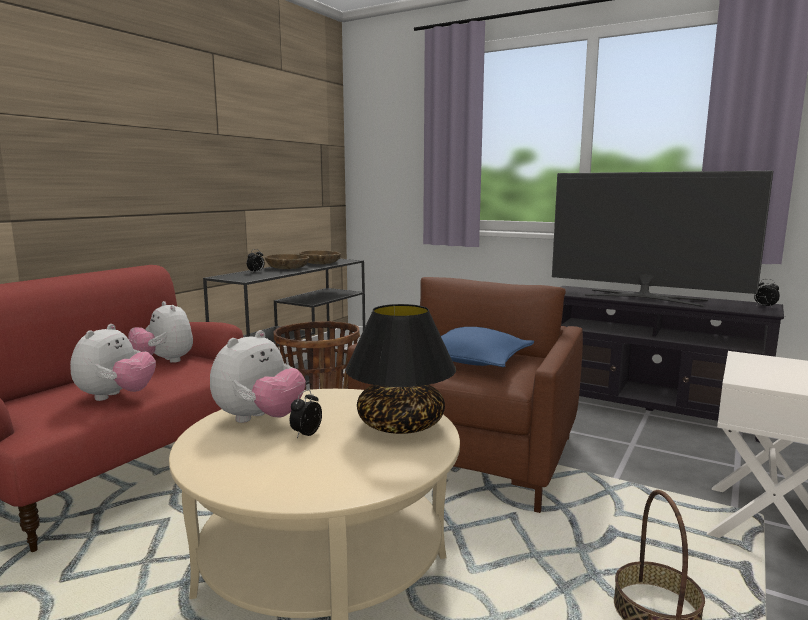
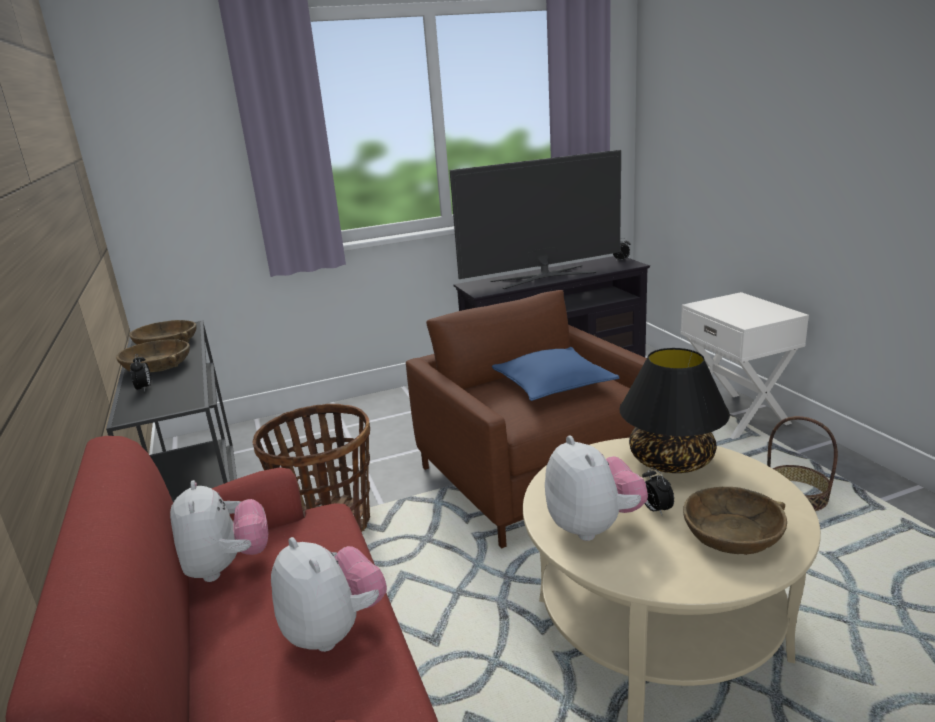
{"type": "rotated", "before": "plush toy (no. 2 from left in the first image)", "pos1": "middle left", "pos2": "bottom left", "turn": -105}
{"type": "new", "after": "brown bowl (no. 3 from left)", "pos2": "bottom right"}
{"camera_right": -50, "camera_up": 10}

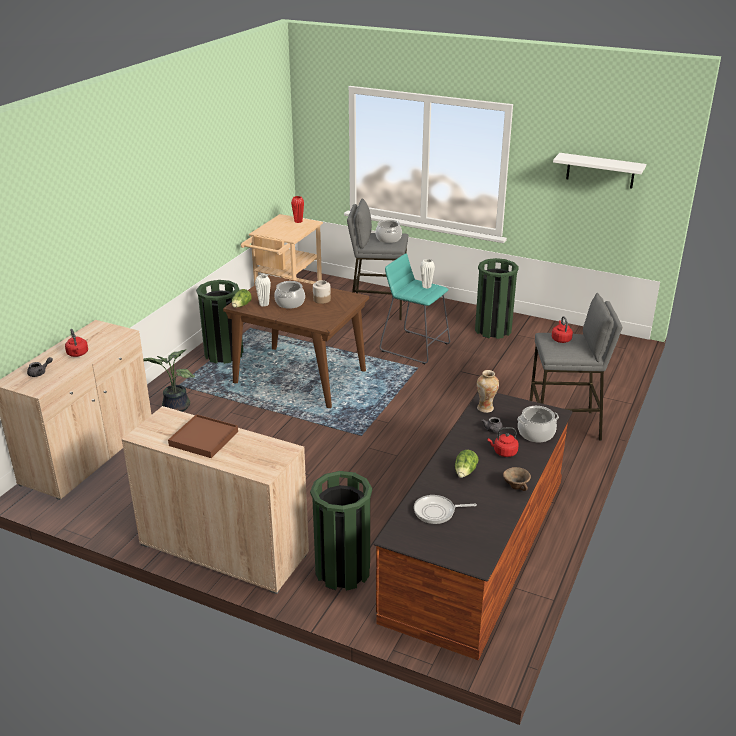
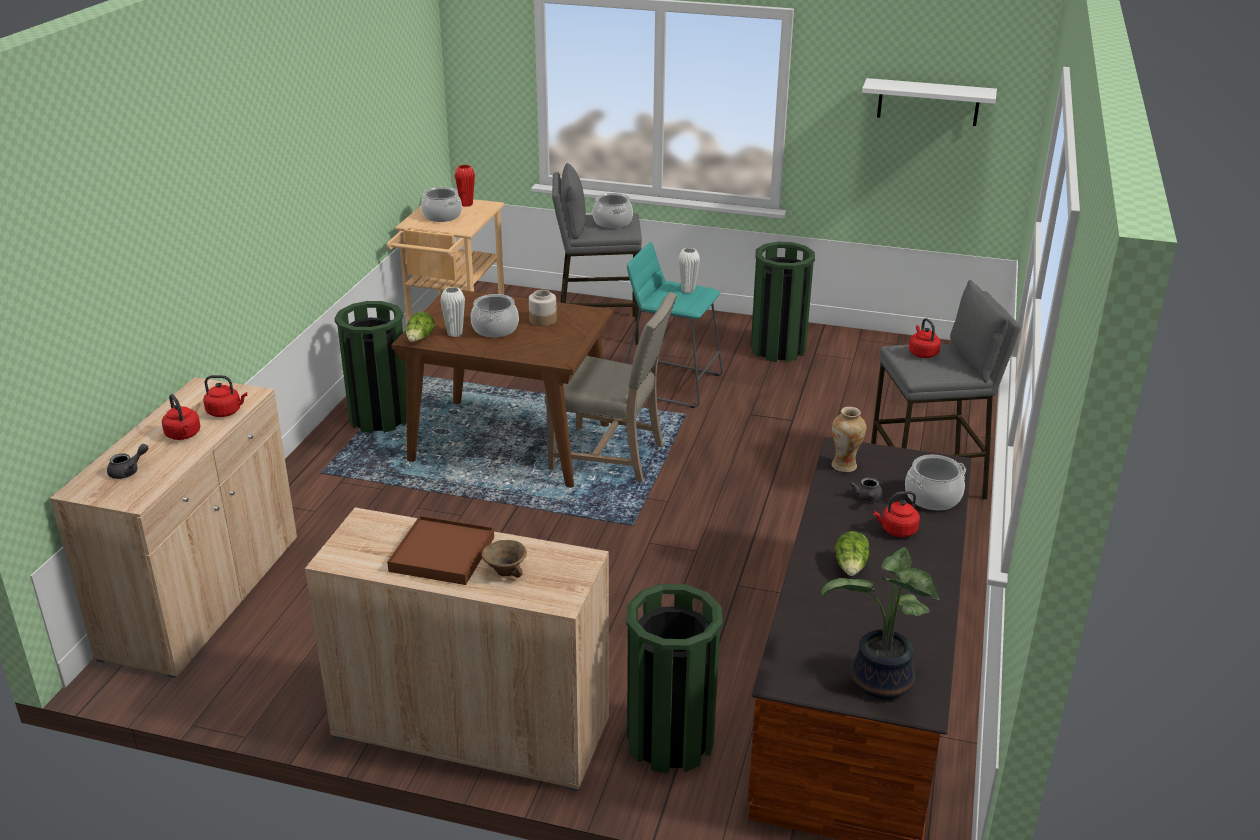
{"type": "new", "after": "red kettle (no. 2 from left)", "pos2": "middle left"}
{"type": "new", "after": "cooking pot (no. 1 from left)", "pos2": "top centre"}
{"type": "shifted", "before": "brown bowl", "pos1": "middle right", "pos2": "centre"}
{"type": "new", "after": "beige chair", "pos2": "centre"}
{"type": "shifted", "before": "potted plant", "pos1": "middle left", "pos2": "bottom right"}
{"type": "gone", "before": "frying pan", "pos1": "bottom centre"}
{"camera_right": -10, "camera_up": 0}

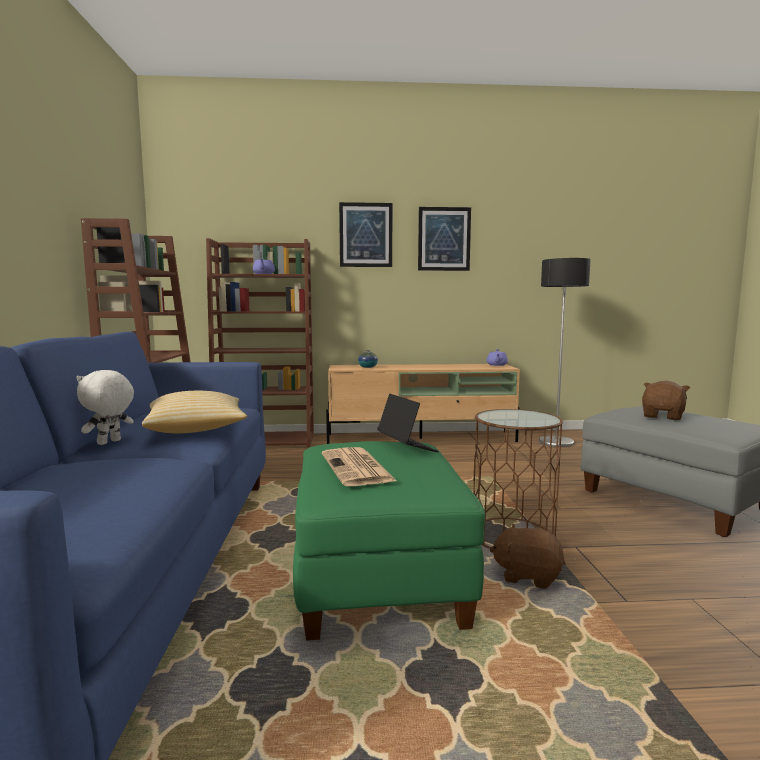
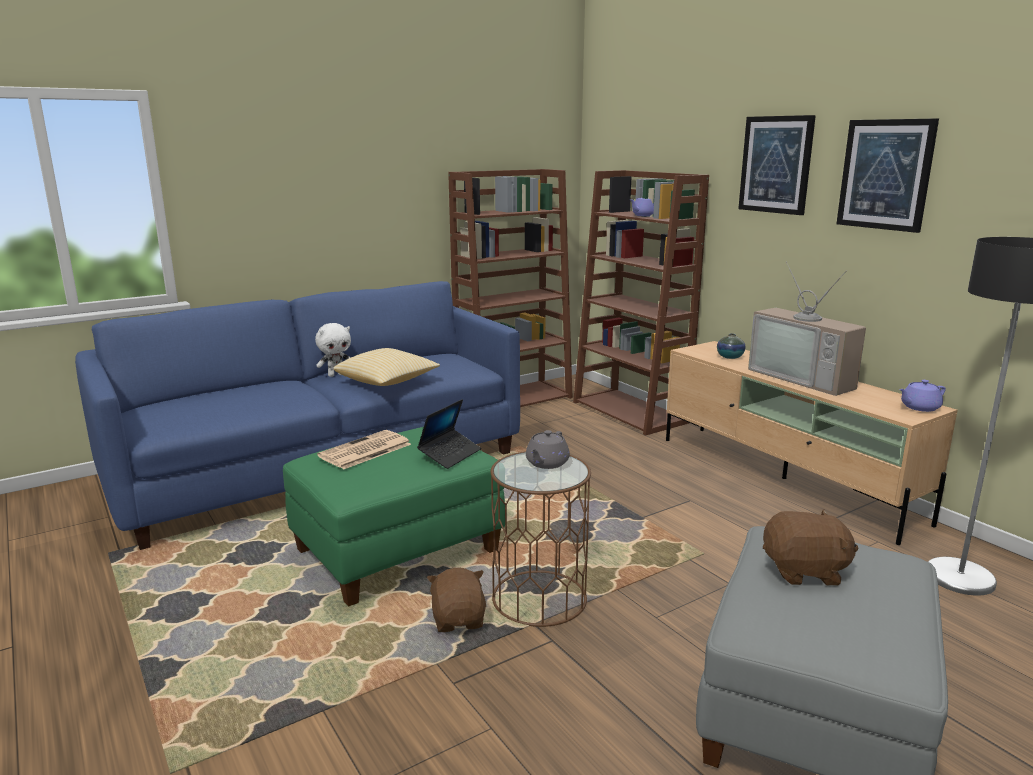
{"type": "rotated", "before": "white plush toy", "pos1": "middle left", "pos2": "middle left", "turn": 150}
{"type": "new", "after": "grey teapot", "pos2": "centre"}
{"type": "new", "after": "television", "pos2": "middle right"}
{"camera_right": 60, "camera_up": 10}

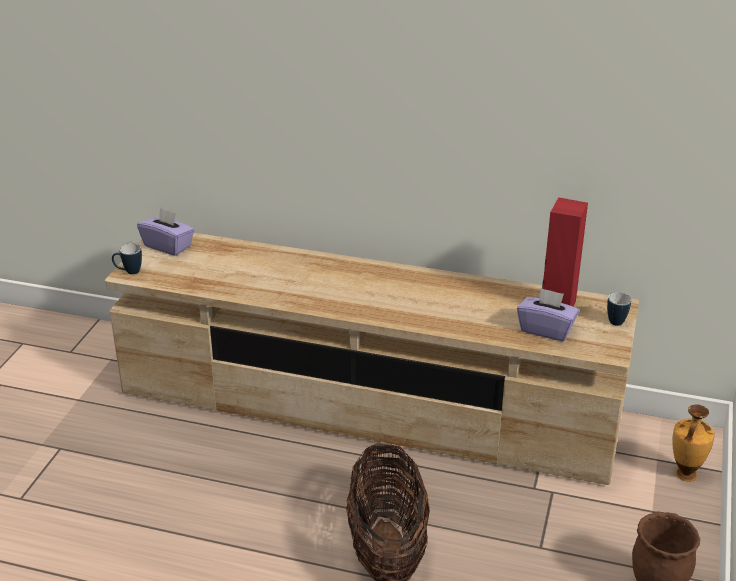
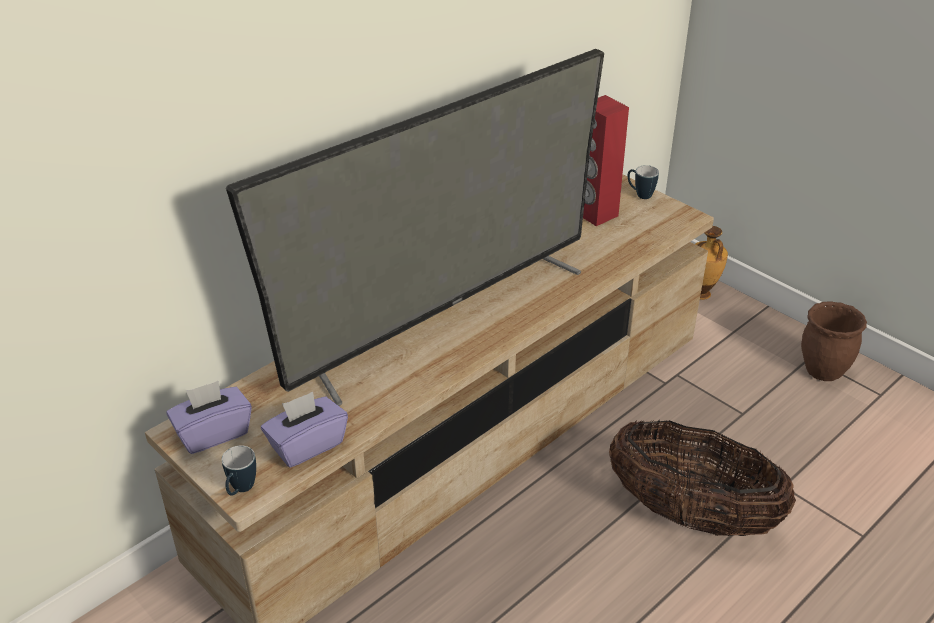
{"type": "new", "after": "television", "pos2": "centre"}
{"type": "shifted", "before": "purple tissue box (no. 2 from left)", "pos1": "middle right", "pos2": "bottom left"}
{"camera_right": -60, "camera_up": 5}

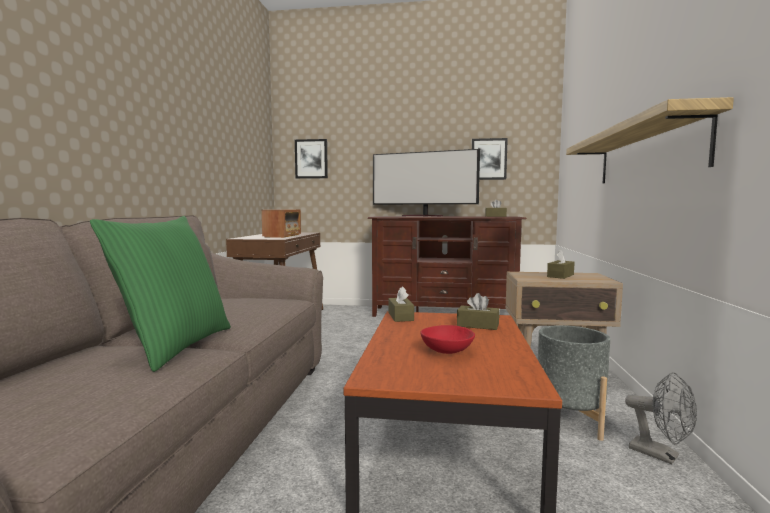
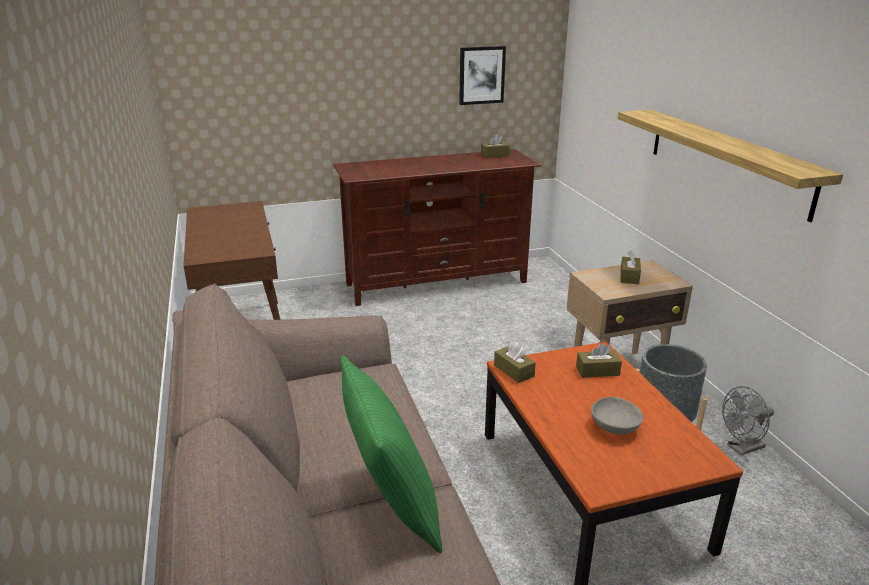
{"type": "repainted", "before": "red bowl", "after": "grey bowl", "pos1": "centre", "pos2": "bottom right"}
{"type": "rotated", "before": "grey fan", "pos1": "bottom right", "pos2": "bottom right", "turn": 135}
{"type": "gone", "before": "radio", "pos1": "centre"}
{"type": "gone", "before": "picture (no. 1 from left)", "pos1": "top centre"}
{"type": "gone", "before": "television", "pos1": "centre"}
{"camera_right": -25, "camera_up": 20}

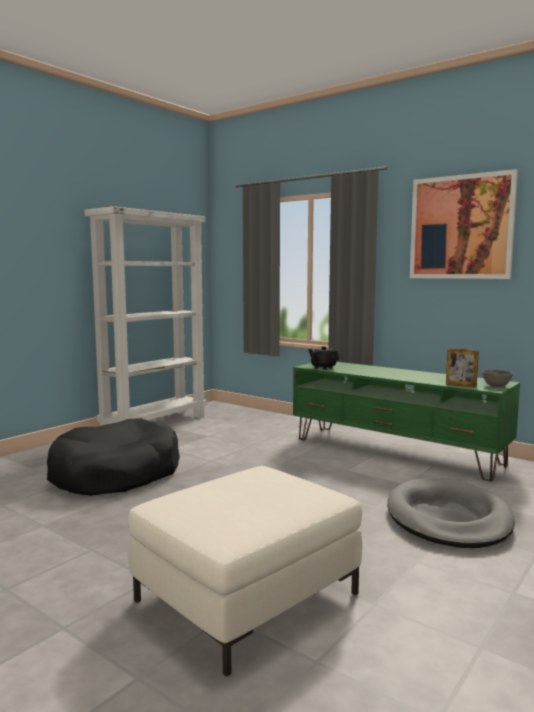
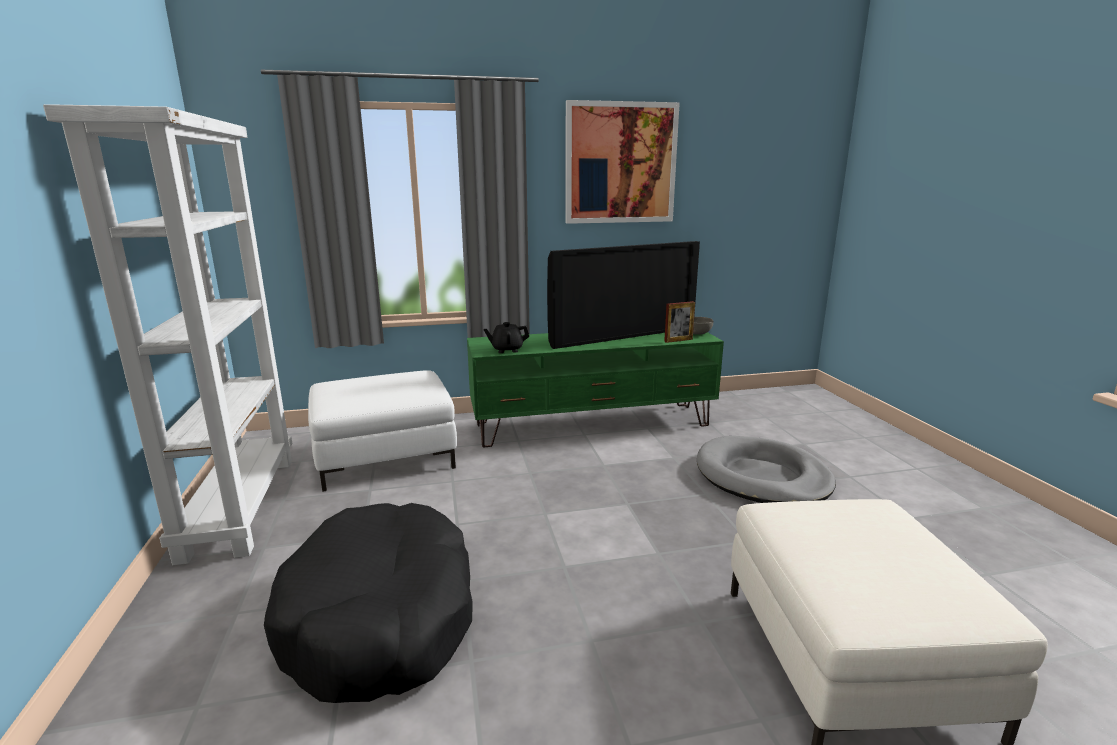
{"type": "new", "after": "white ottoman (no. 1 from left)", "pos2": "centre"}
{"type": "new", "after": "television", "pos2": "centre"}
{"camera_right": -50, "camera_up": 10}

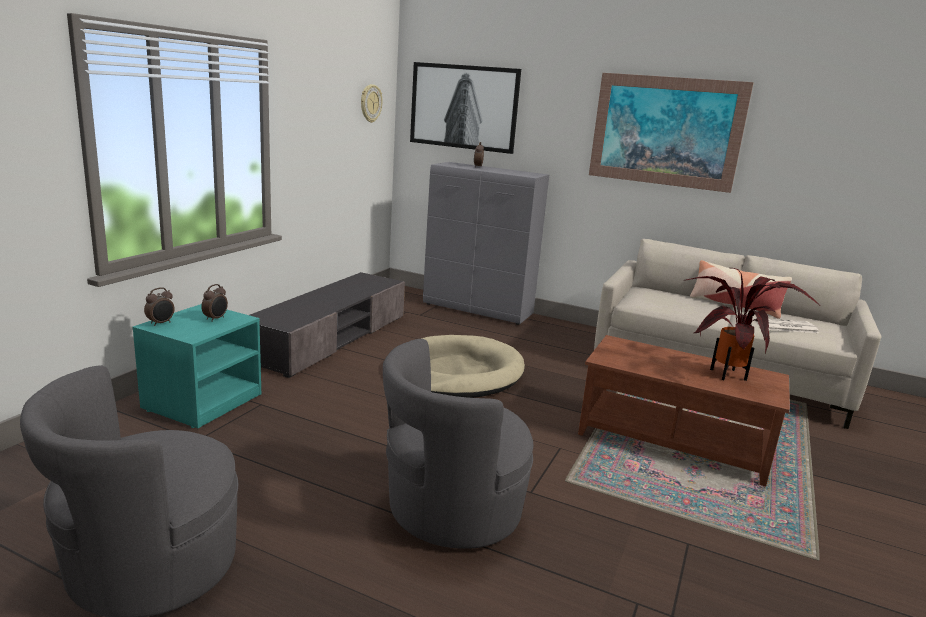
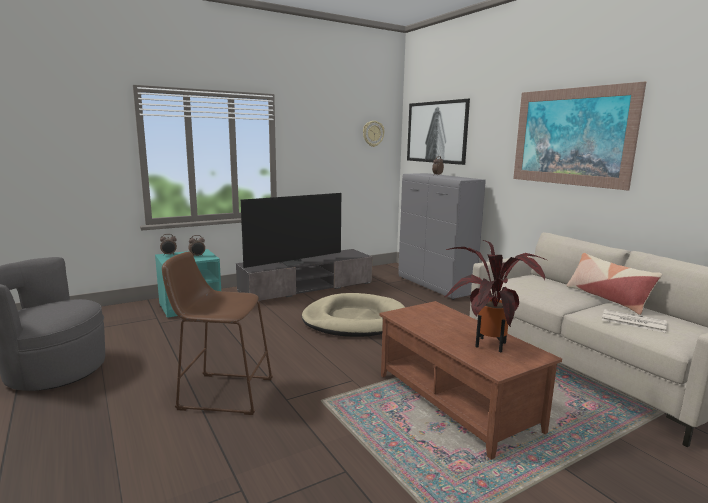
{"type": "swapped", "before": "grey armchair (no. 2 from left)", "after": "brown stool", "pos1": "bottom centre", "pos2": "middle left"}
{"type": "new", "after": "television", "pos2": "centre"}
{"camera_right": 35, "camera_up": -5}

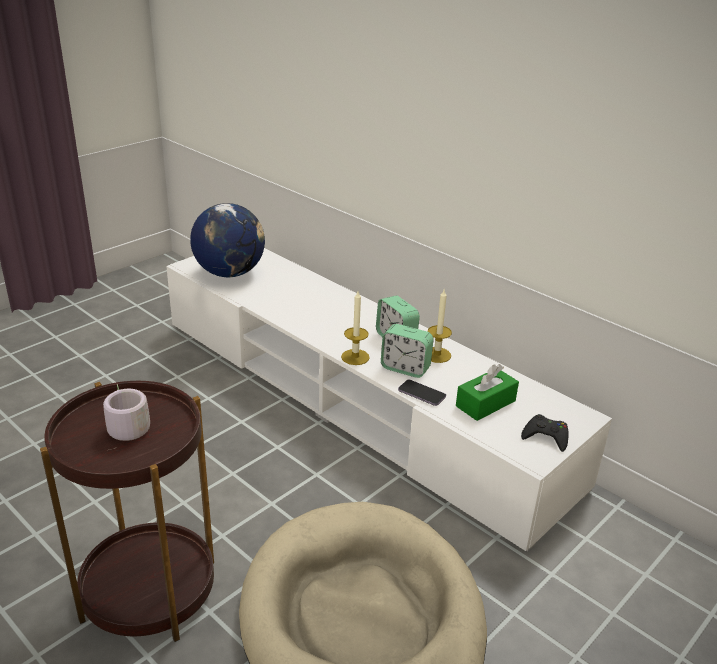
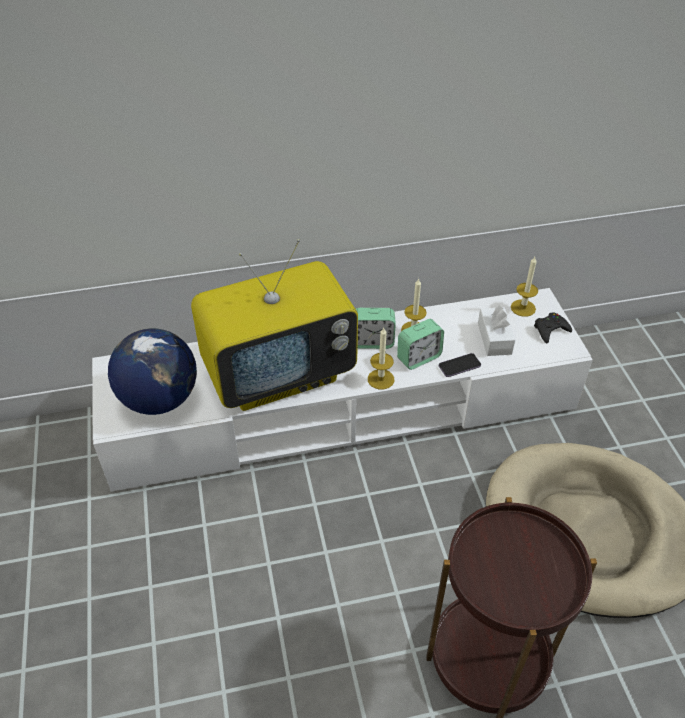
{"type": "new", "after": "television", "pos2": "centre"}
{"type": "repainted", "before": "green tissue box", "after": "white tissue box", "pos1": "middle right", "pos2": "middle right"}
{"type": "new", "after": "candle (no. 3 from left)", "pos2": "middle right"}
{"type": "gone", "before": "grey mug", "pos1": "middle left"}
{"camera_right": -55, "camera_up": 15}

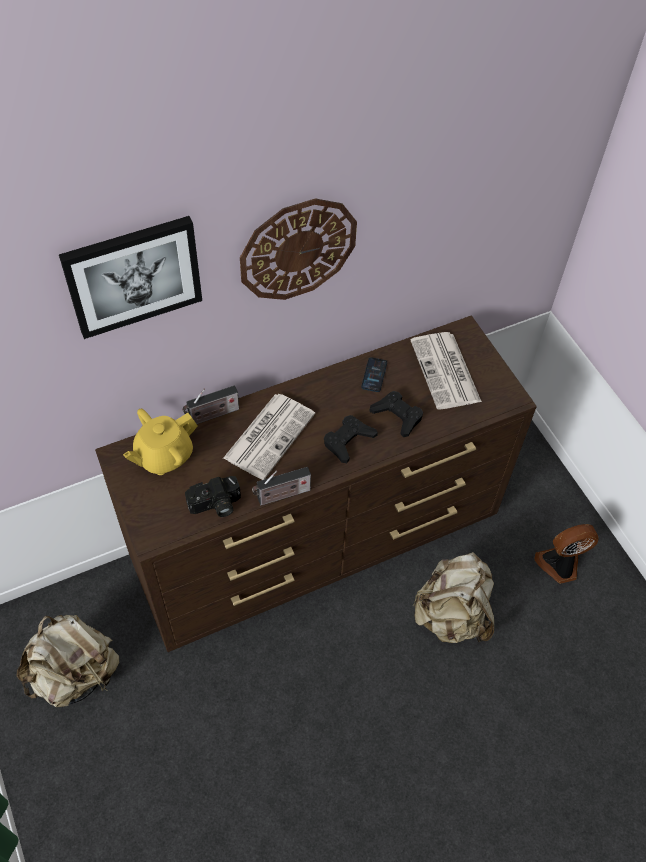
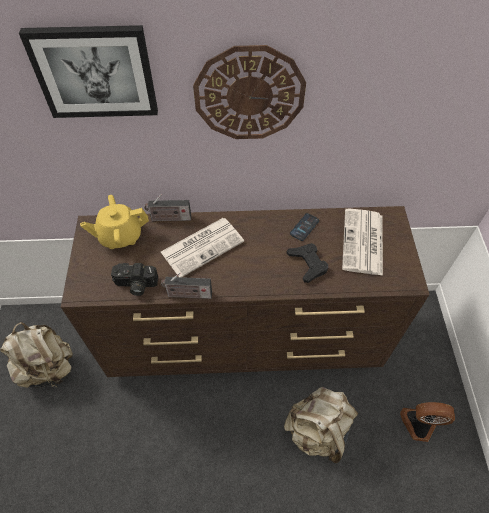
{"type": "gone", "before": "black game controller (no. 1 from left)", "pos1": "centre"}
{"camera_right": 25, "camera_up": 0}

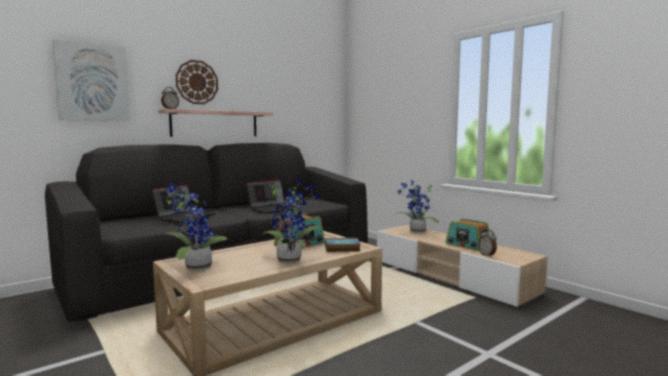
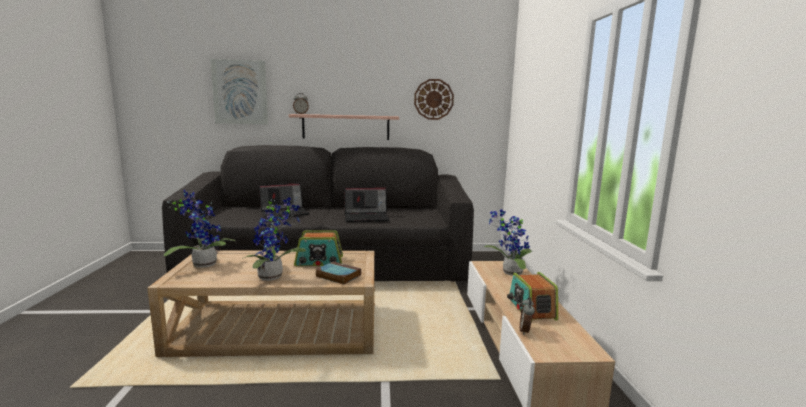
{"type": "shifted", "before": "wall clock", "pos1": "top left", "pos2": "top centre"}
{"camera_right": 35, "camera_up": 5}

